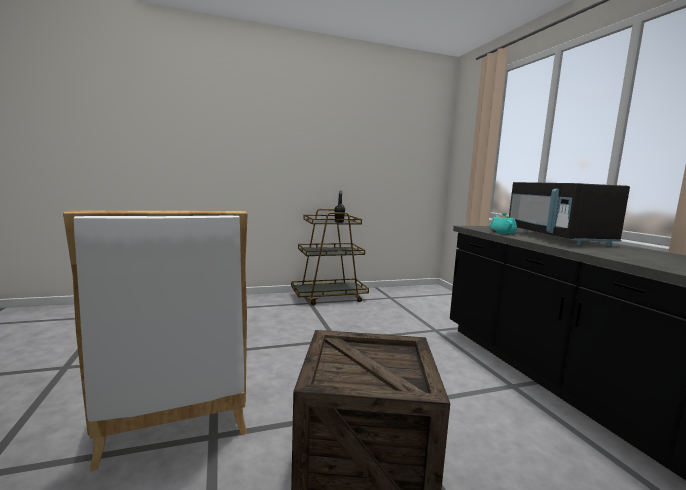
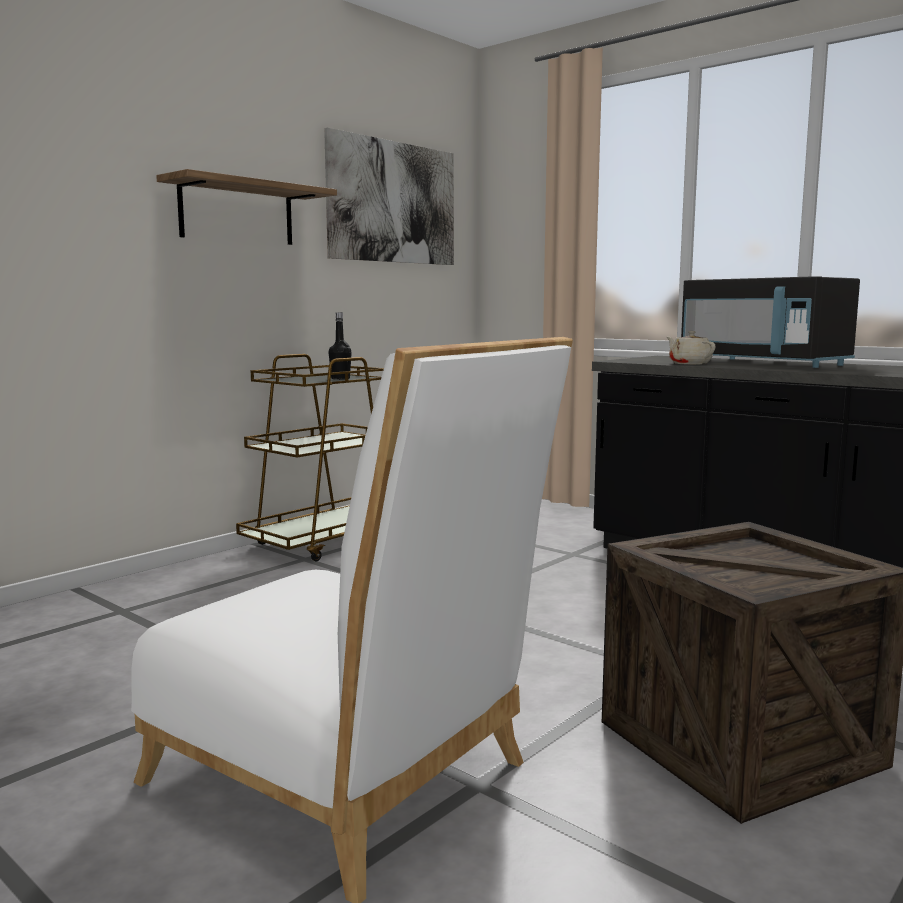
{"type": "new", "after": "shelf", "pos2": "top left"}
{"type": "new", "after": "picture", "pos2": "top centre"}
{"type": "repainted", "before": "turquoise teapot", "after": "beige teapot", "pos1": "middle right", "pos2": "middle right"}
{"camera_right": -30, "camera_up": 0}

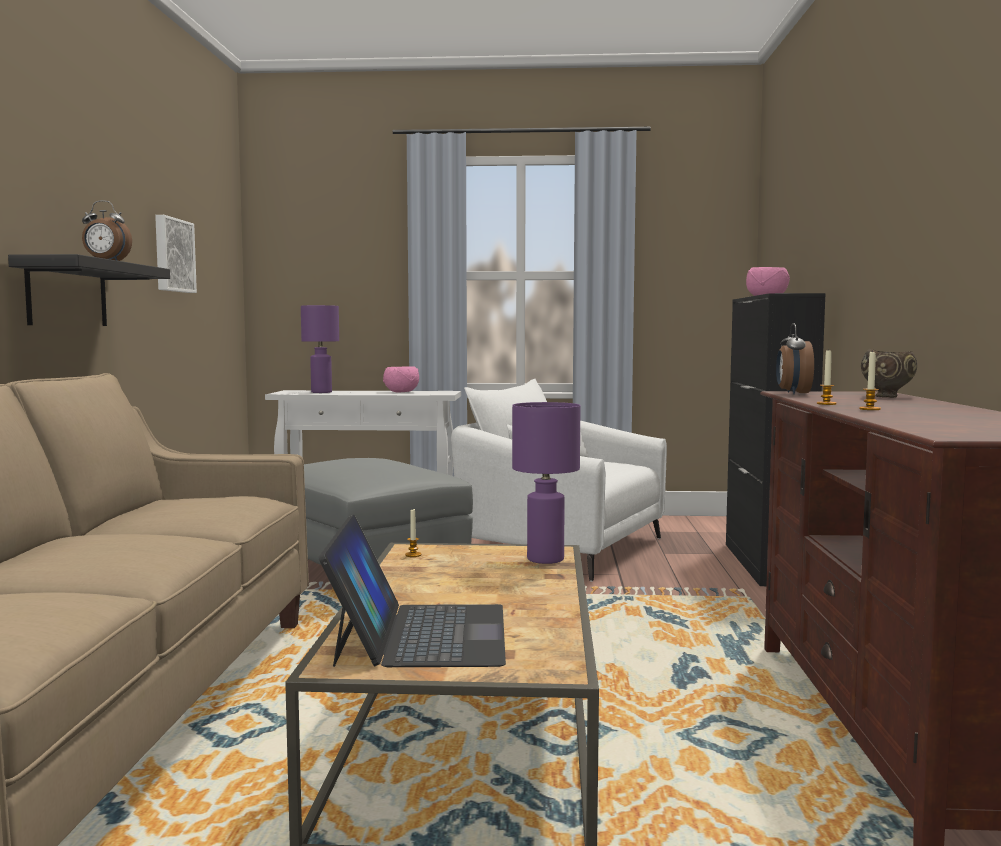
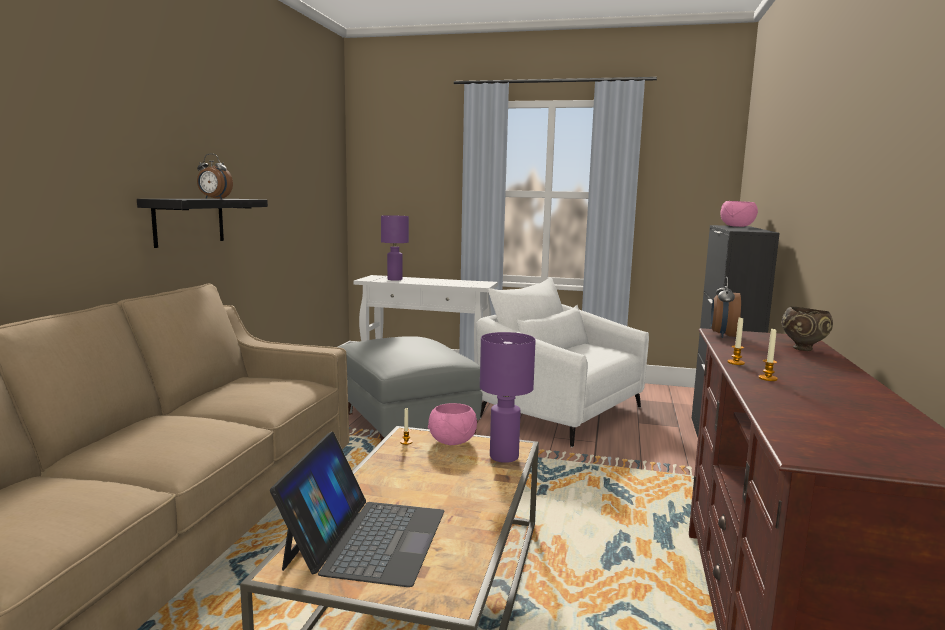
{"type": "shifted", "before": "pink bowl (no. 1 from left)", "pos1": "centre", "pos2": "bottom centre"}
{"type": "gone", "before": "picture", "pos1": "top left"}
{"camera_right": 10, "camera_up": 5}

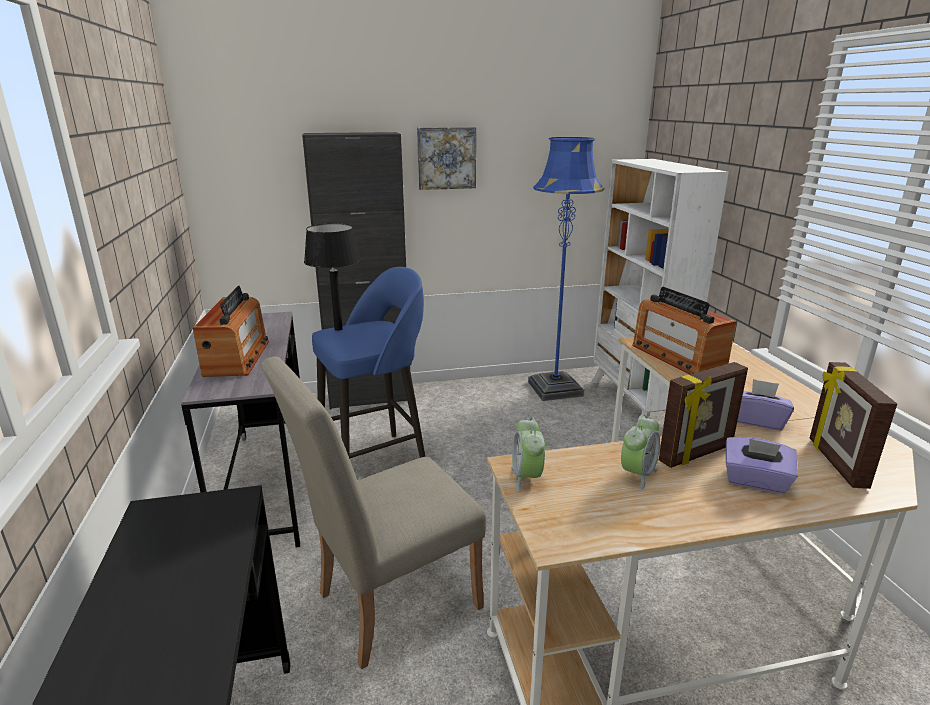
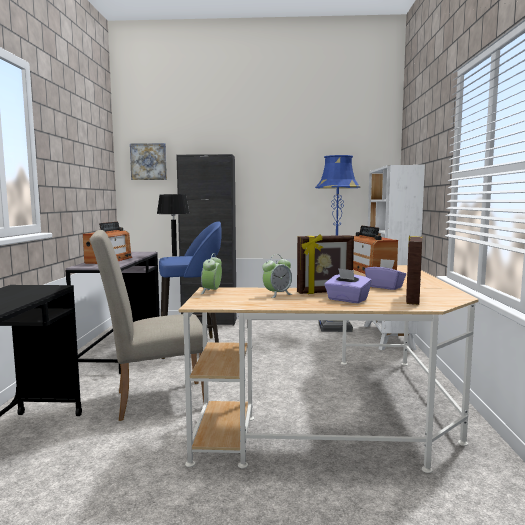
{"type": "shifted", "before": "picture", "pos1": "top centre", "pos2": "top left"}
{"camera_right": 15, "camera_up": -15}

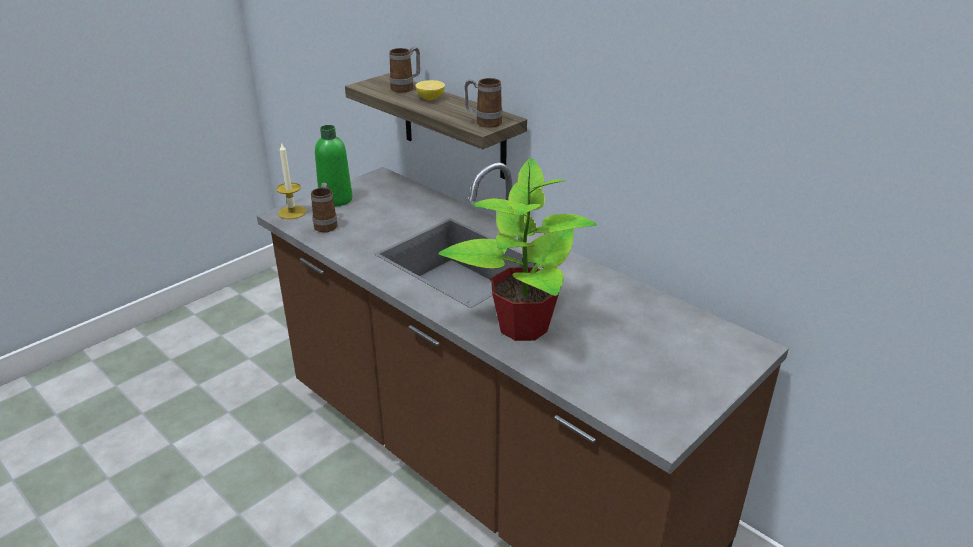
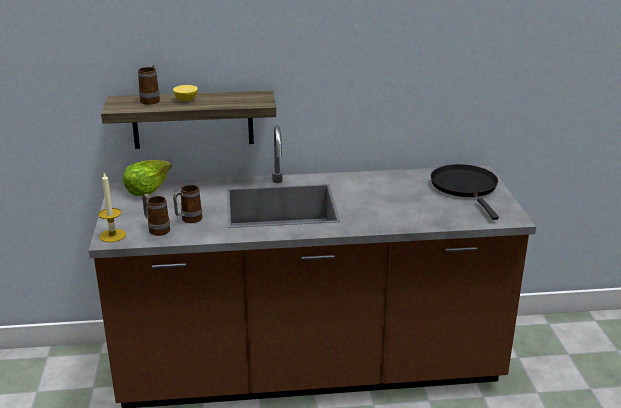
{"type": "new", "after": "lettuce", "pos2": "middle left"}
{"type": "shifted", "before": "mug (no. 3 from left)", "pos1": "top centre", "pos2": "middle left"}
{"type": "new", "after": "black frying pan", "pos2": "middle right"}
{"type": "gone", "before": "green bottle", "pos1": "top centre"}
{"type": "gone", "before": "potted plant", "pos1": "centre"}
{"camera_right": -50, "camera_up": -5}

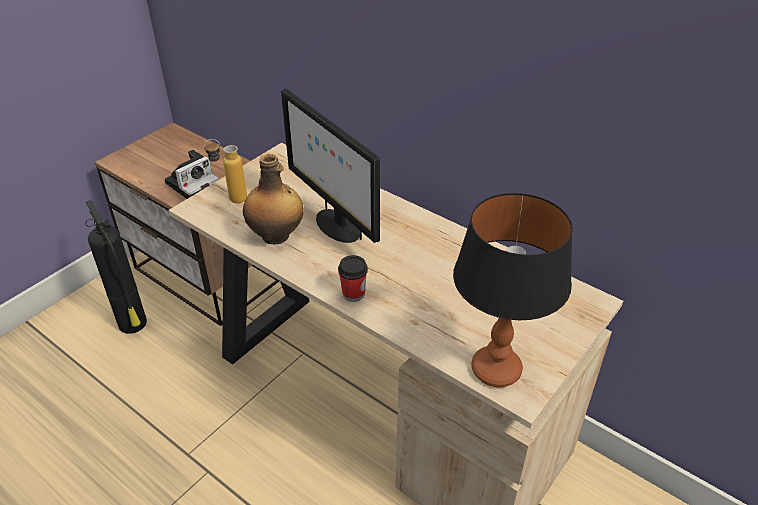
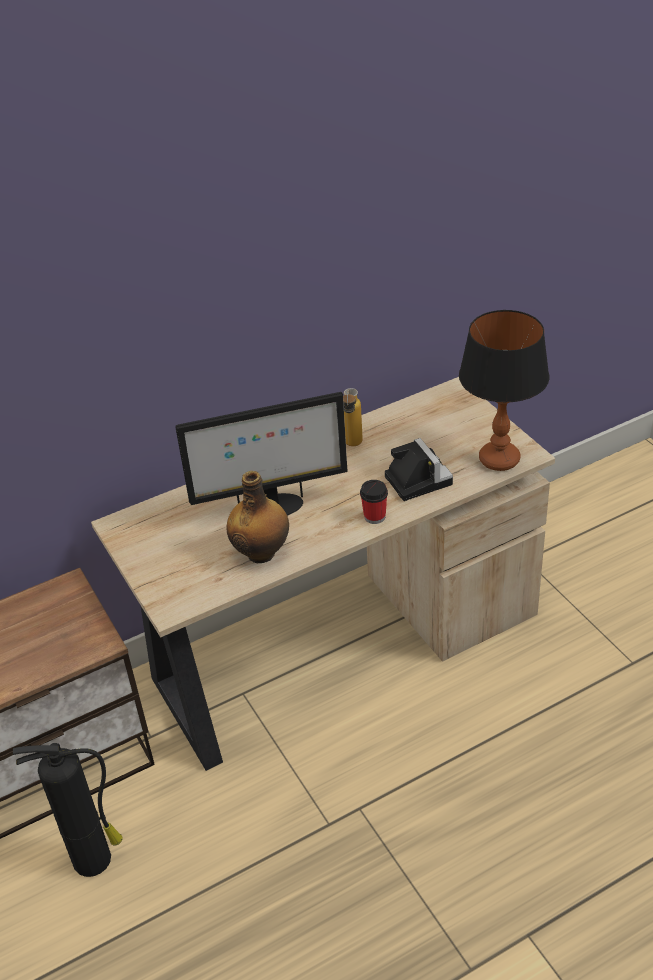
{"type": "shifted", "before": "bottle (no. 1 from left in the first image)", "after": "bottle (no. 2 from left)", "pos1": "middle left", "pos2": "centre"}
{"type": "shifted", "before": "photo camera", "pos1": "middle left", "pos2": "centre"}
{"camera_right": -65, "camera_up": 0}

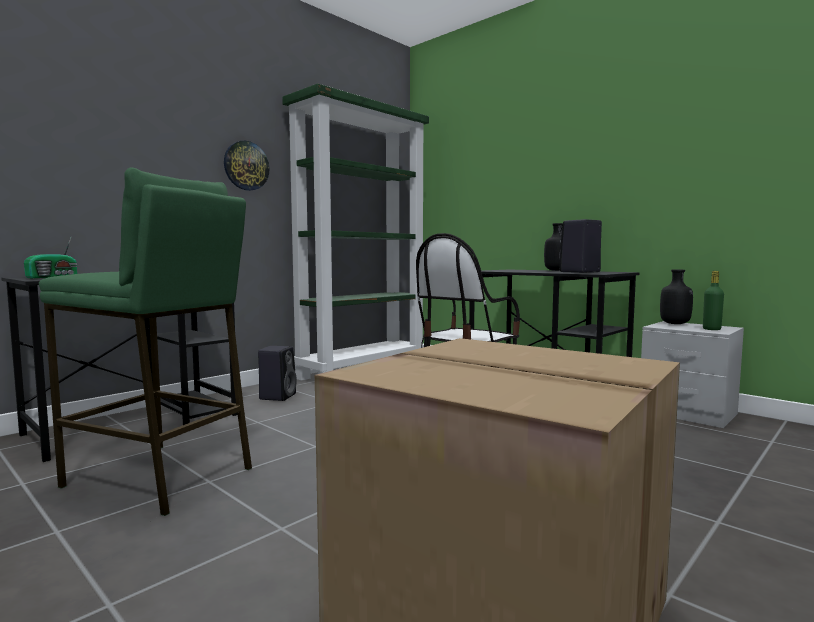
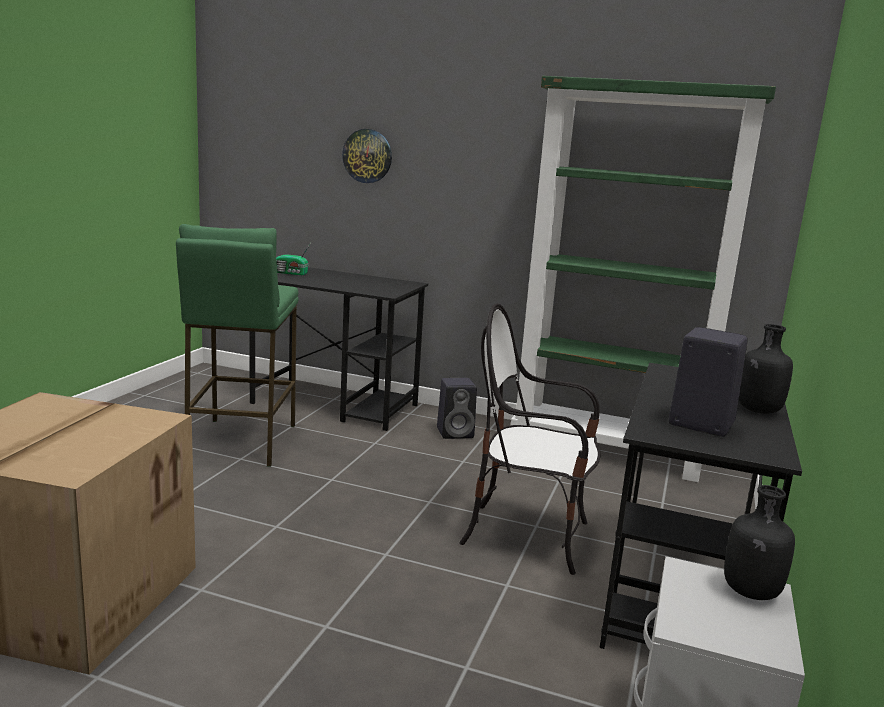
{"type": "shifted", "before": "wall clock", "pos1": "top left", "pos2": "top centre"}
{"type": "gone", "before": "green bottle", "pos1": "middle right"}
{"camera_right": 65, "camera_up": 10}

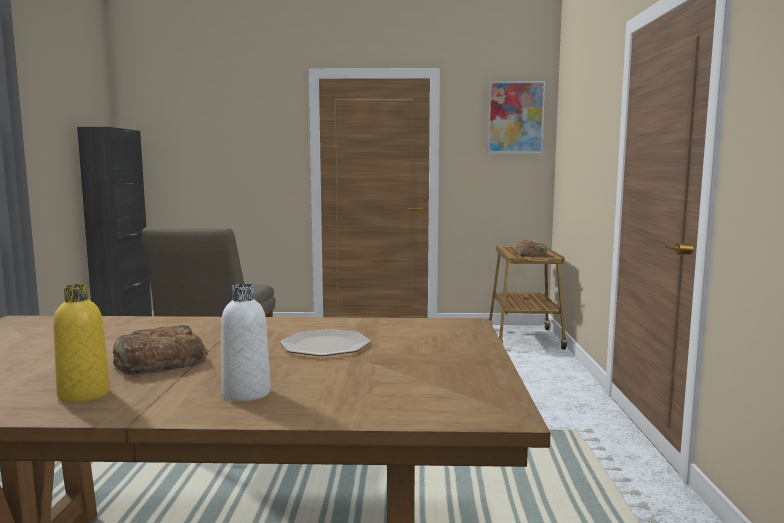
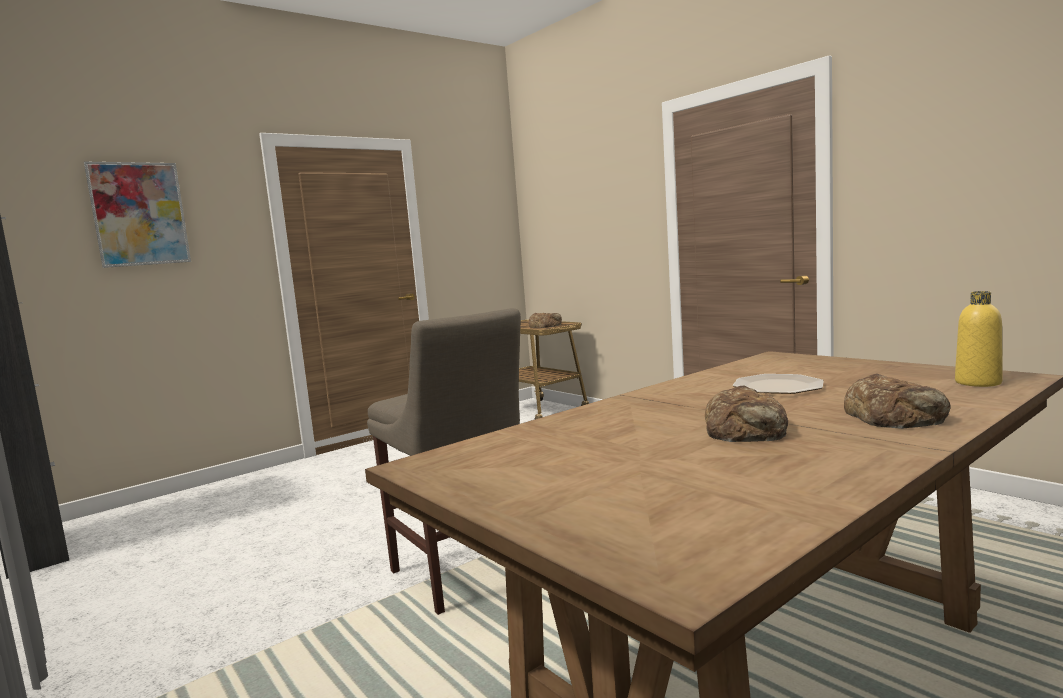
{"type": "shifted", "before": "picture", "pos1": "top centre", "pos2": "top left"}
{"type": "swapped", "before": "white bottle", "after": "bread (no. 3 from left)", "pos1": "middle left", "pos2": "middle right"}
{"type": "shifted", "before": "yellow bottle", "pos1": "middle left", "pos2": "middle right"}
{"camera_right": -40, "camera_up": 0}

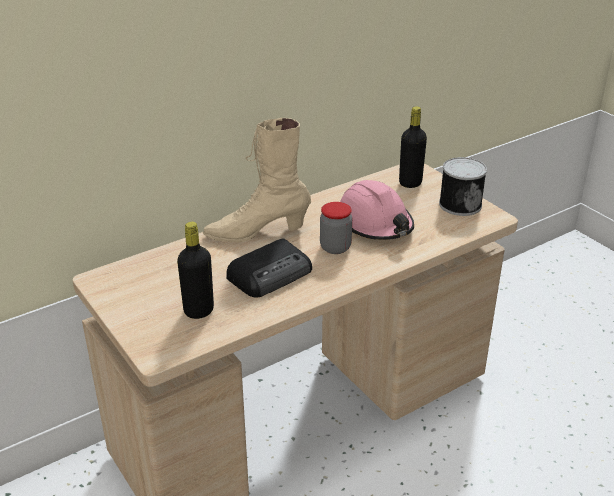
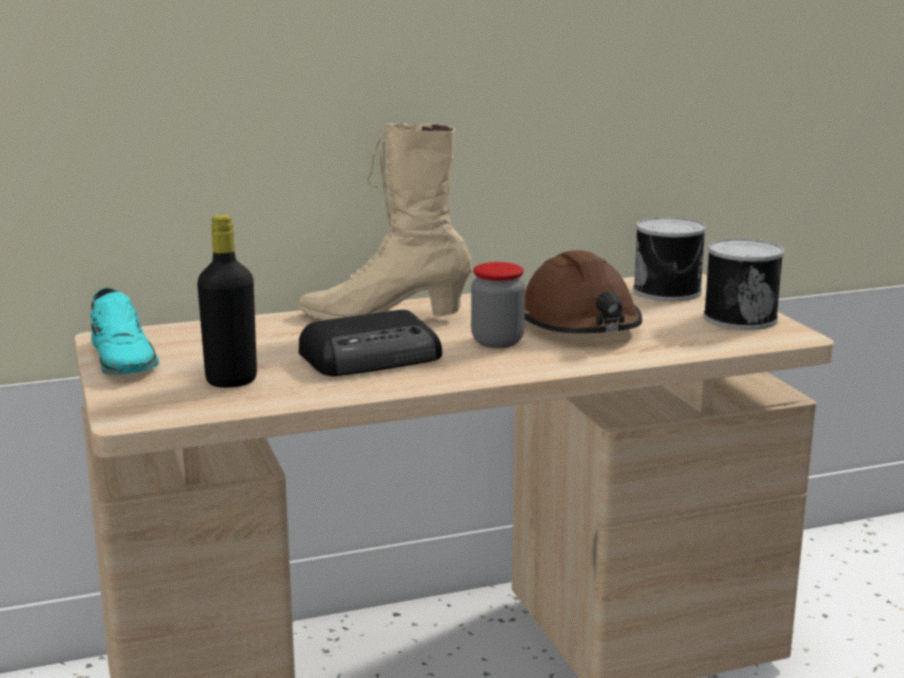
{"type": "new", "after": "turquoise shoe", "pos2": "middle left"}
{"type": "repainted", "before": "pink hard hat", "after": "brown hard hat", "pos1": "centre", "pos2": "centre"}
{"type": "swapped", "before": "black bottle (no. 2 from left)", "after": "can (no. 1 from left)", "pos1": "top right", "pos2": "middle right"}
{"camera_right": 15, "camera_up": -15}

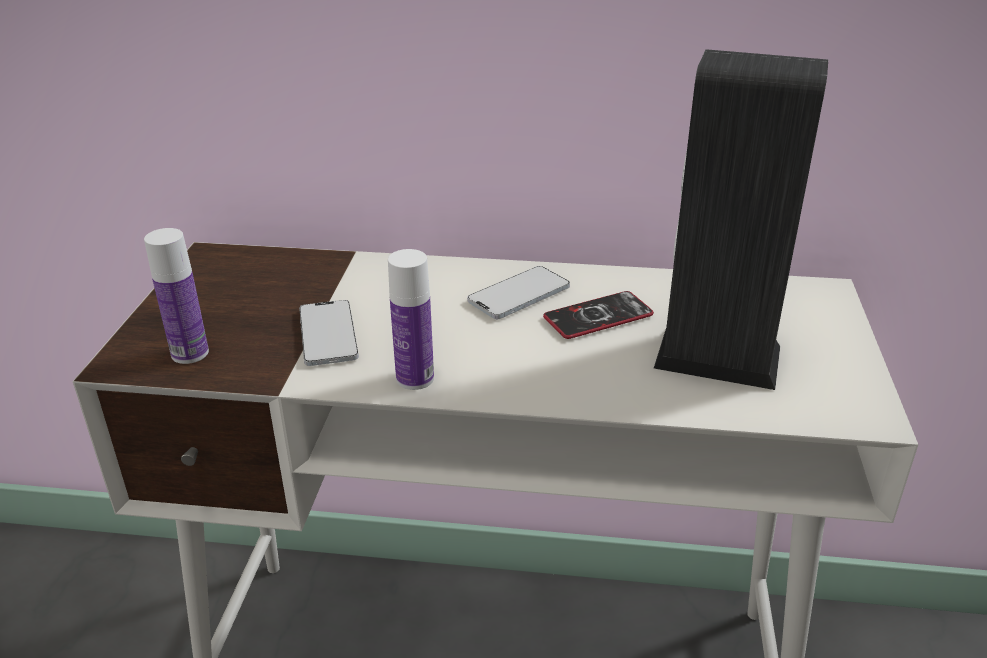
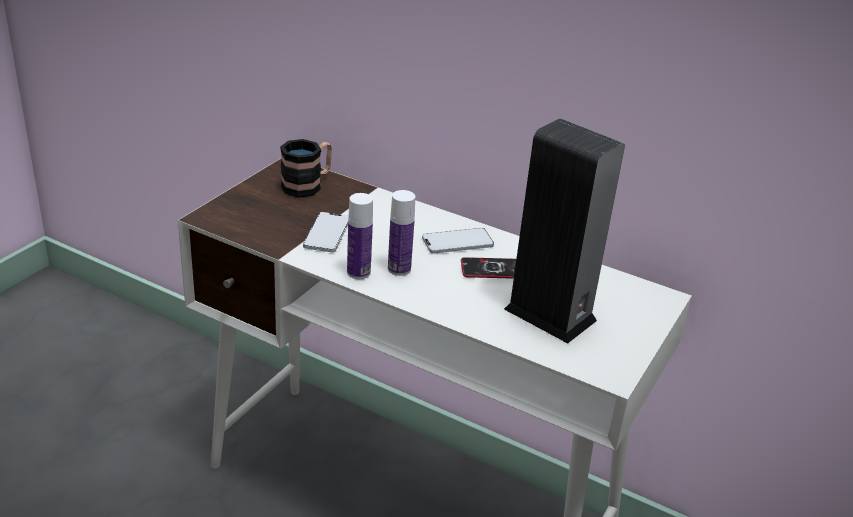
{"type": "new", "after": "mug", "pos2": "top centre"}
{"type": "shifted", "before": "bottle (no. 1 from left in the first image)", "after": "bottle (no. 2 from left)", "pos1": "middle left", "pos2": "centre"}
{"camera_right": 20, "camera_up": 0}

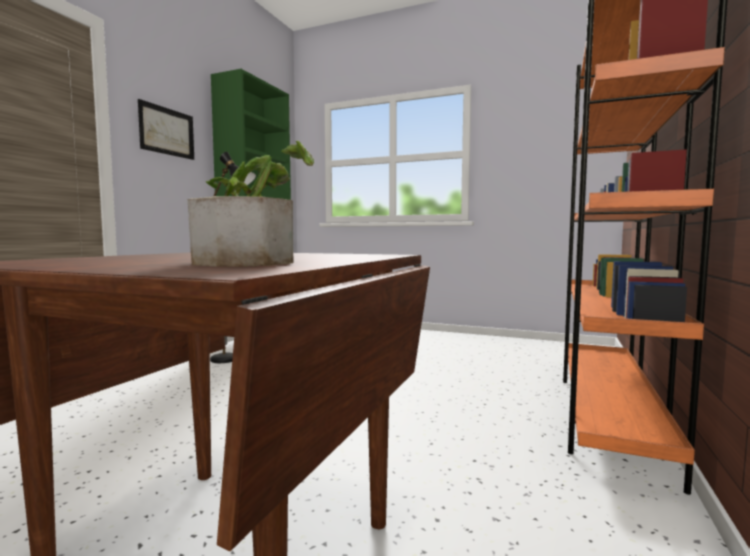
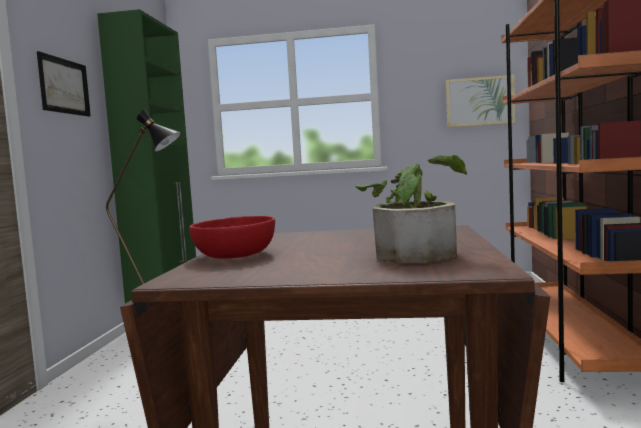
{"type": "new", "after": "red bowl", "pos2": "centre"}
{"type": "new", "after": "picture (no. 2 from left)", "pos2": "top right"}
{"camera_right": -15, "camera_up": 0}

